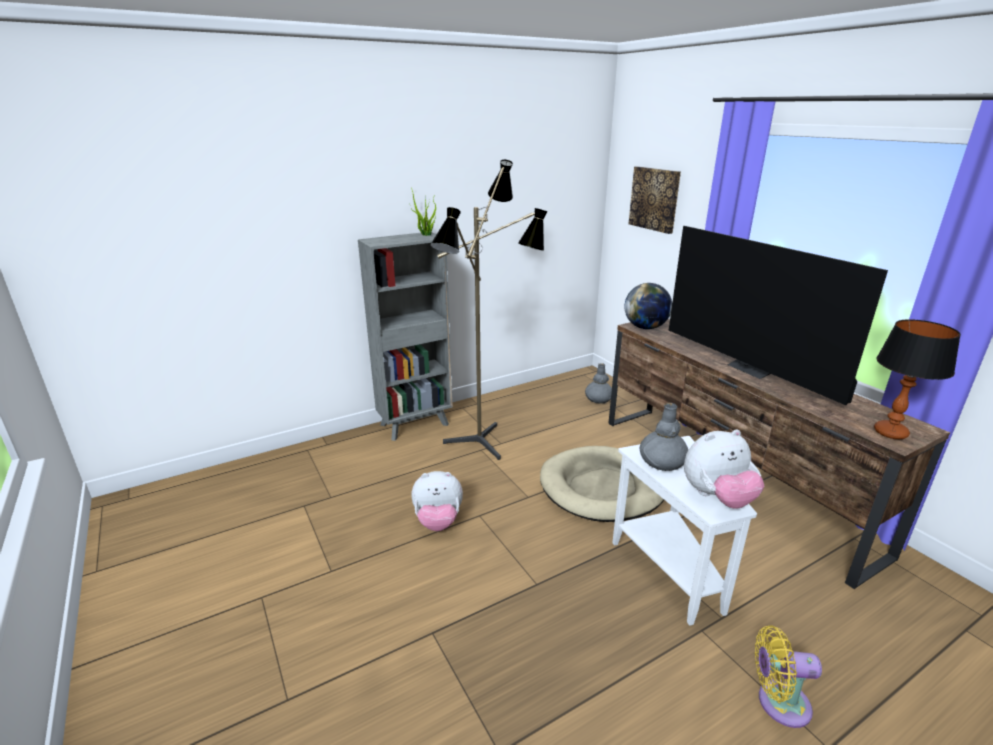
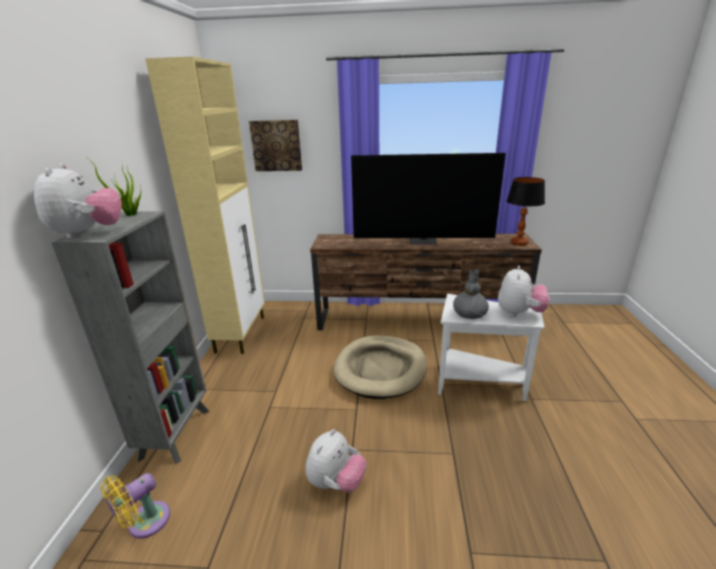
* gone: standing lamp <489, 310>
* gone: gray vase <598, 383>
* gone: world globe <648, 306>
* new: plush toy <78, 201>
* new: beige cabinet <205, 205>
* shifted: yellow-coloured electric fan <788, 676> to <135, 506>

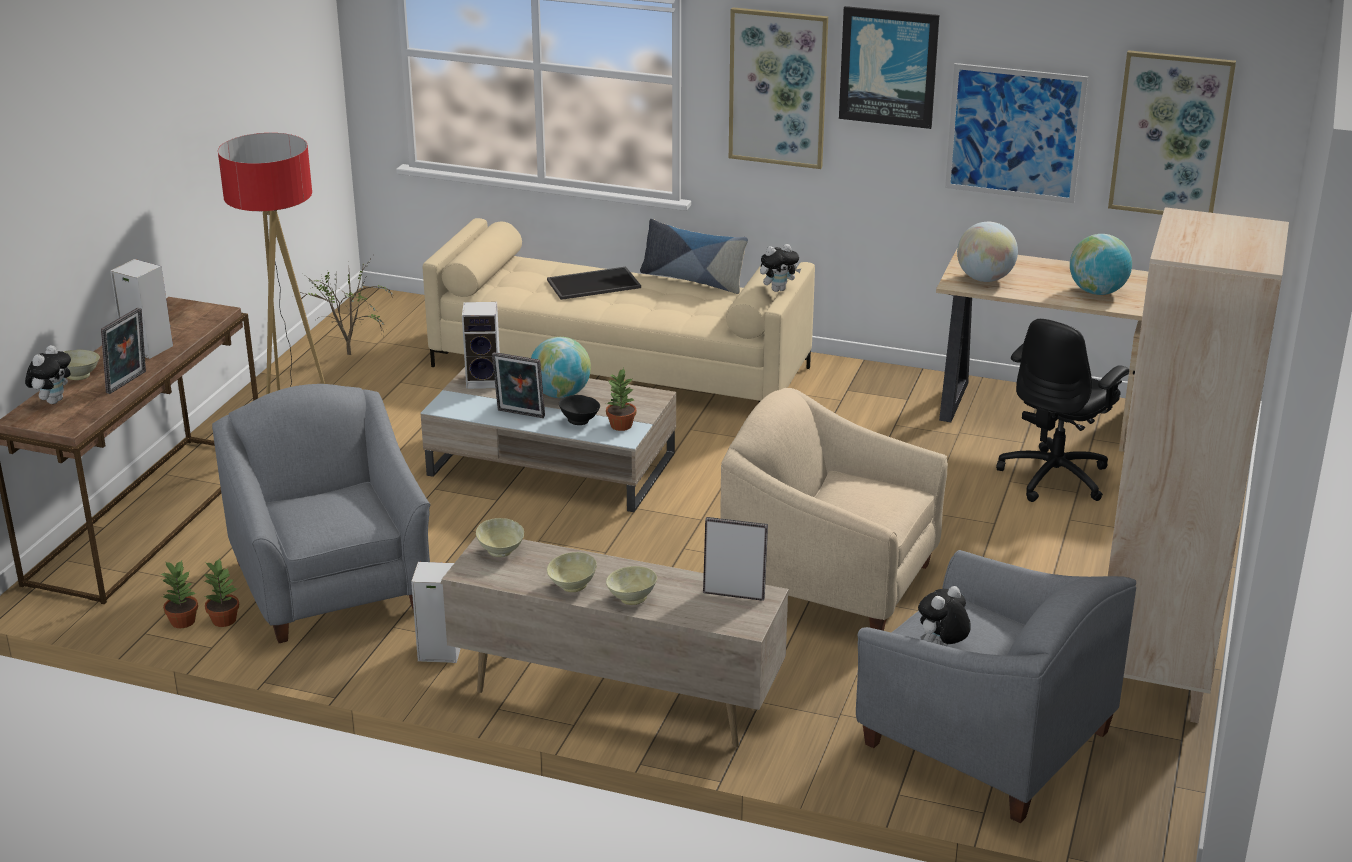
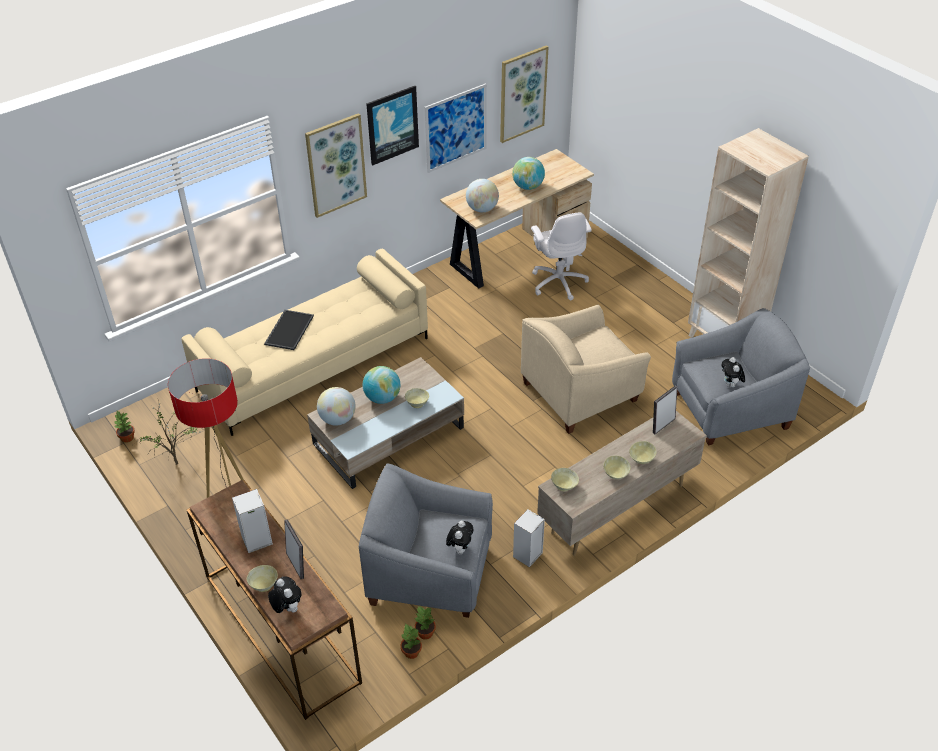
* gone: standing frame <518, 385>
* gone: pillow <694, 256>
* shifted: houseplant <621, 399> to <124, 427>
* shifted: plush toy <780, 268> to <459, 537>
* swapped: loudspeaker <481, 345> to world globe <336, 406>
* repainted: black bowl <579, 410> to beige bowl <417, 398>
* repainted: black desk chair <1062, 410> to whitish desk chair <561, 257>

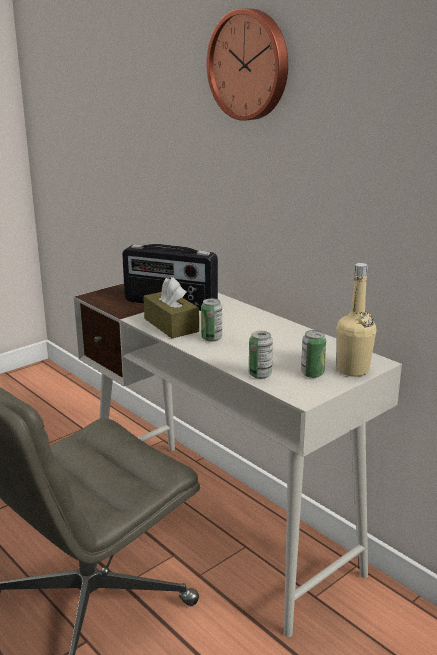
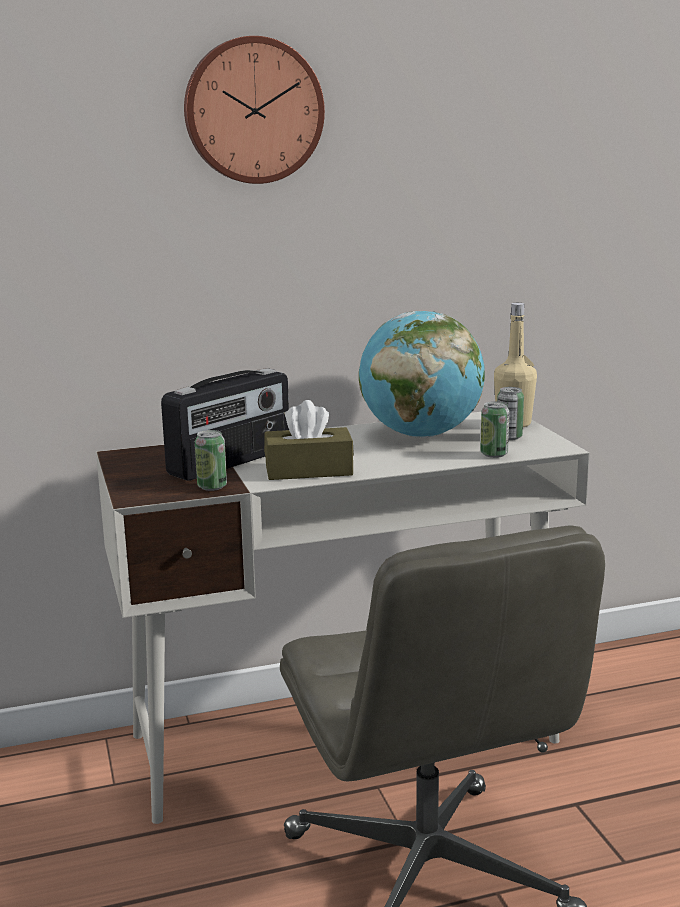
* new: world globe <422, 374>
* shifted: metal can <211, 320> to <211, 460>

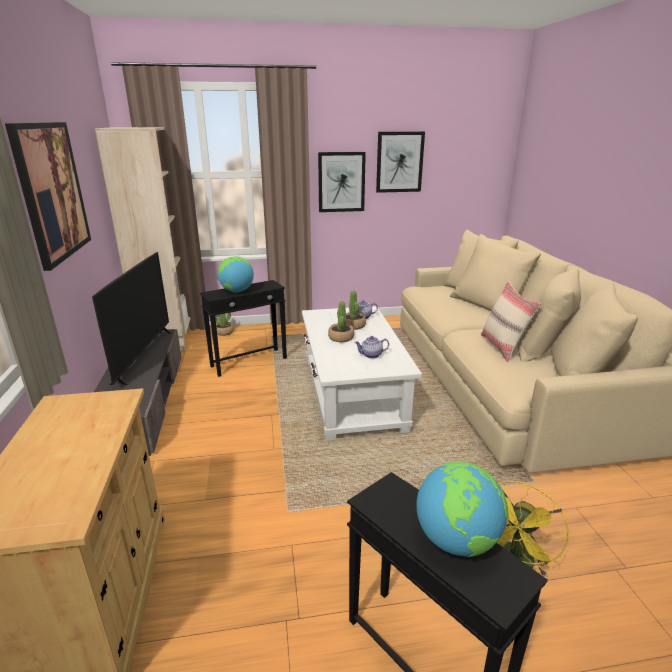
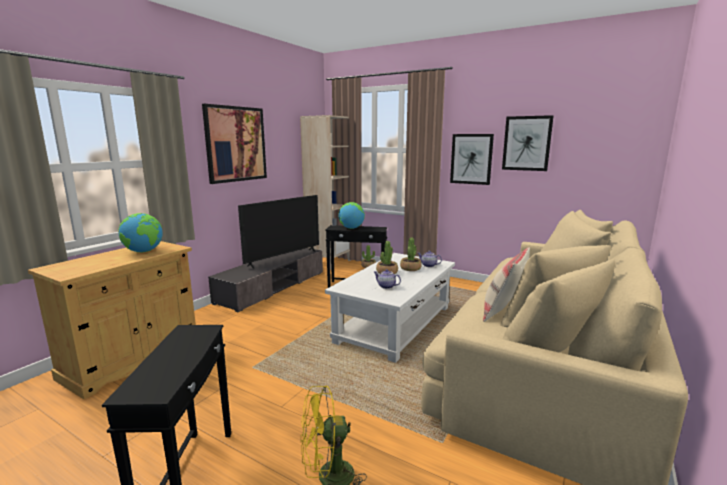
* shifted: world globe <462, 509> to <141, 232>

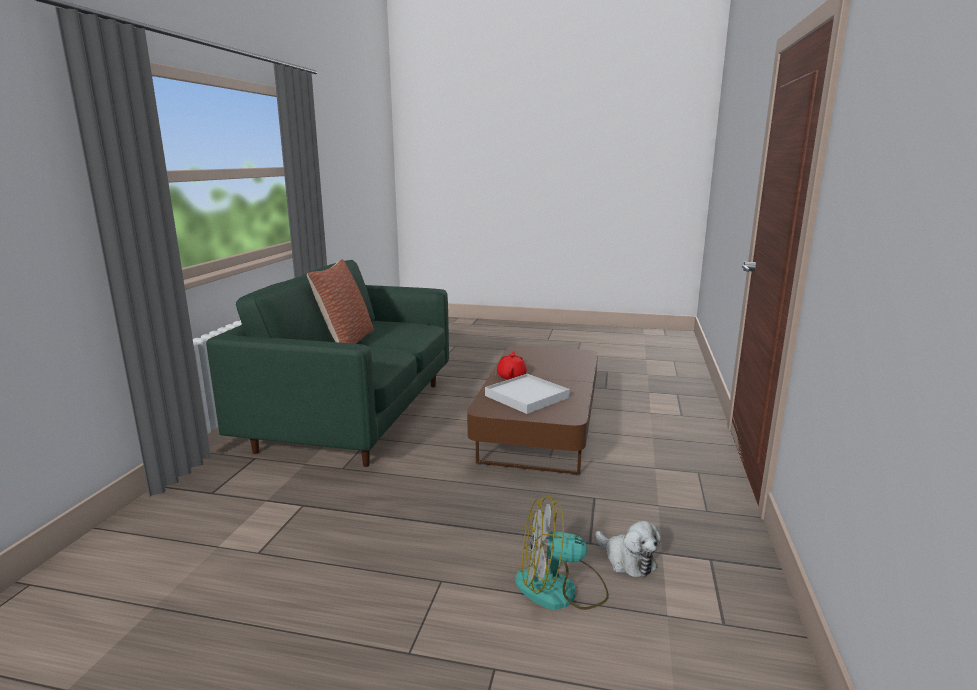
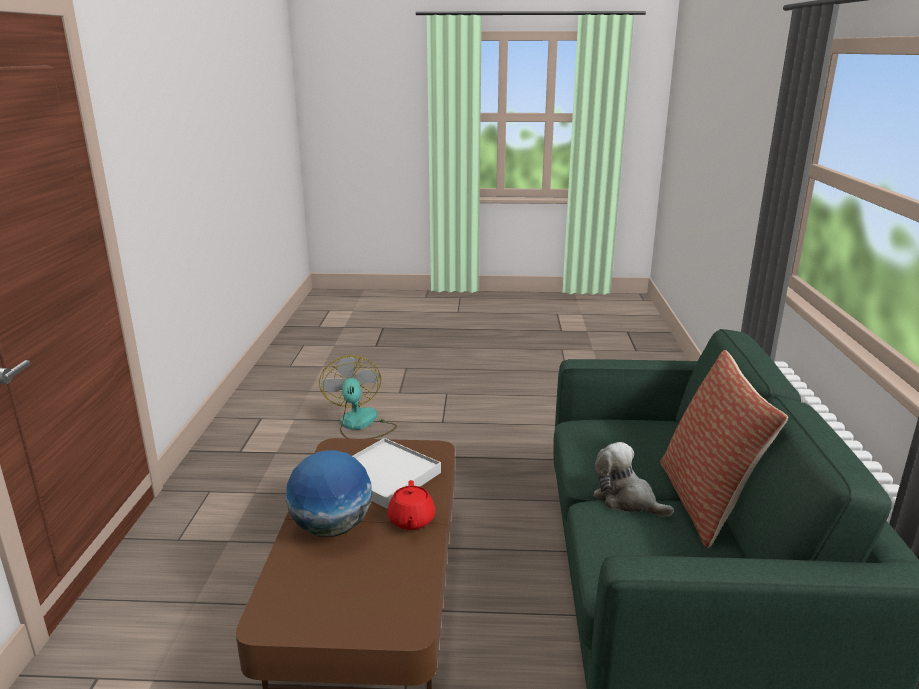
* new: world globe <329, 493>
* shifted: plush toy <628, 549> to <633, 479>
* rotated: electric fan <562, 552> = <358, 397> 90 degrees counterclockwise

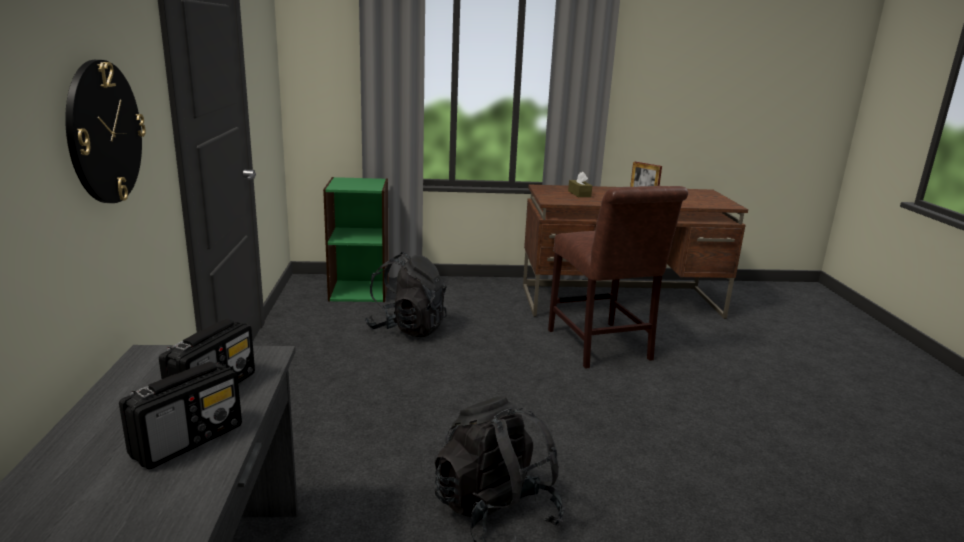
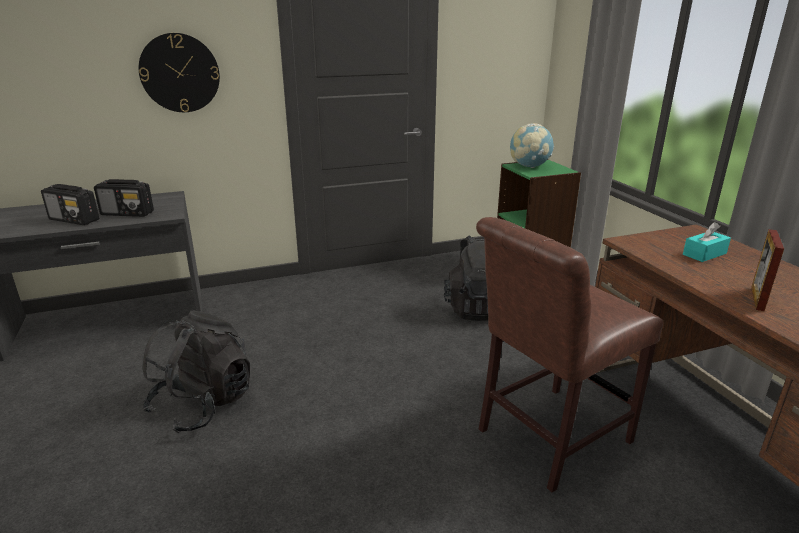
* new: world globe <532, 145>
* repainted: brown-coloured box of tissues <580, 184> to turquoise box of tissues <707, 242>

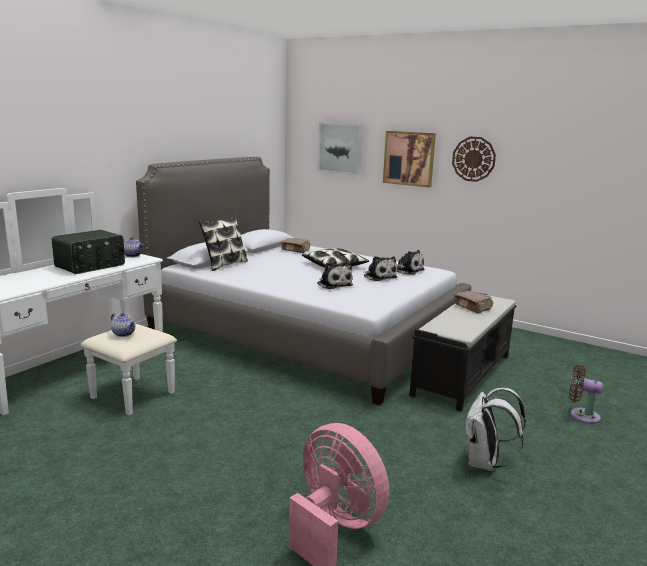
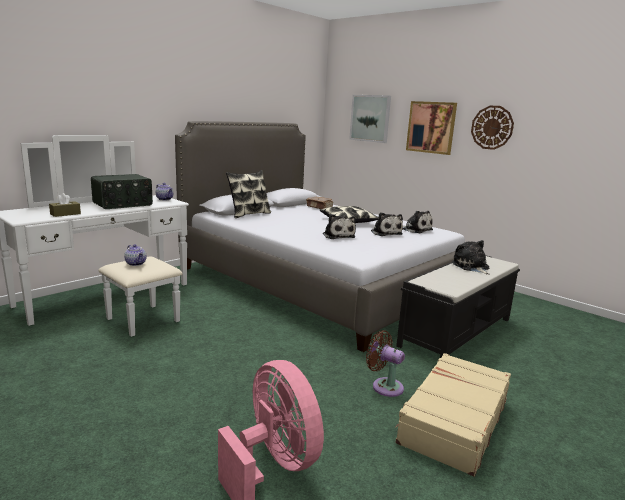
* new: brown-coloured box of tissues <65, 205>
* shifted: brown-coloured electric fan <586, 394> to <385, 363>
* swapped: brown-coloured bound book <473, 302> to plush toy <471, 257>
* swapped: whitish rucksack <495, 429> to beige piece of luggage <453, 415>

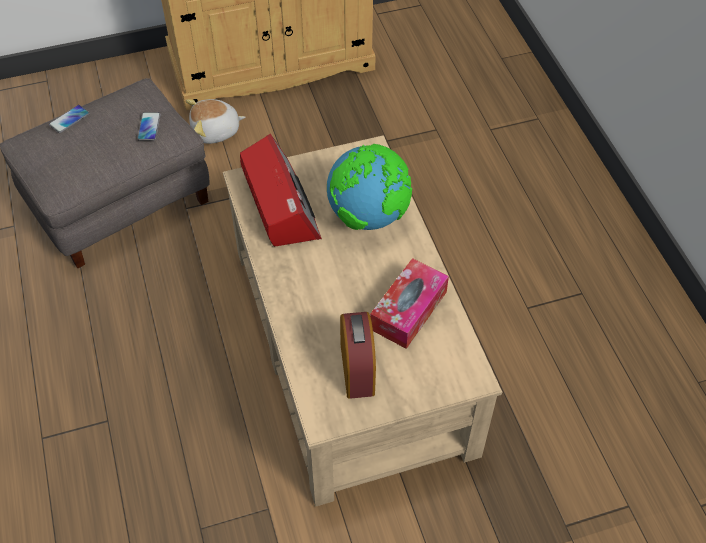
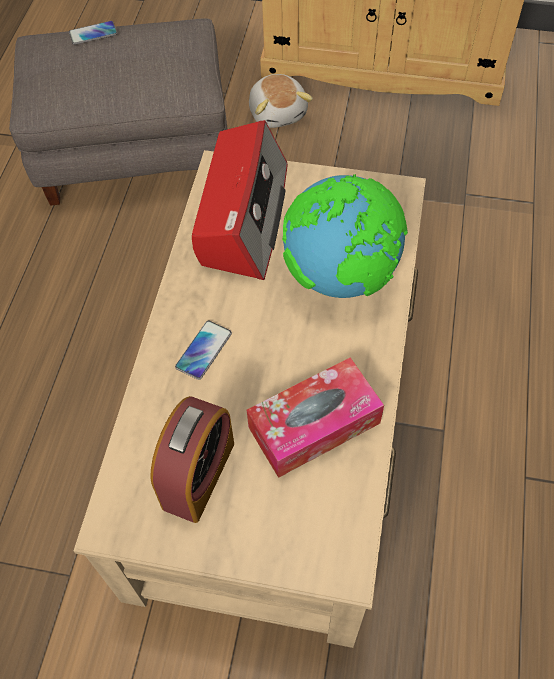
* shifted: phone <149, 126> to <203, 350>
* rotated: plush toy <215, 121> = <281, 101> 120 degrees counterclockwise

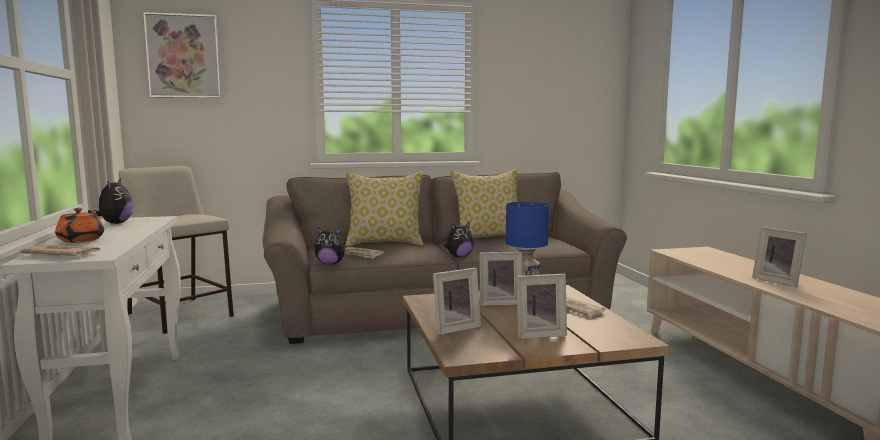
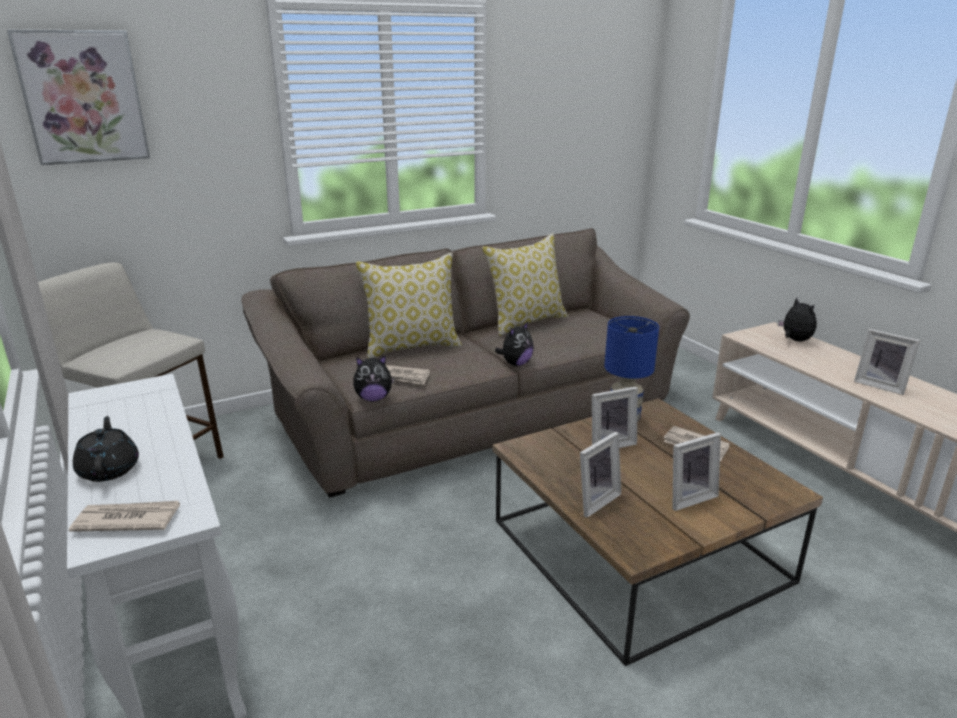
* shifted: plush toy <110, 201> to <797, 319>
* repainted: orangey tea pot <79, 225> to black tea pot <106, 449>

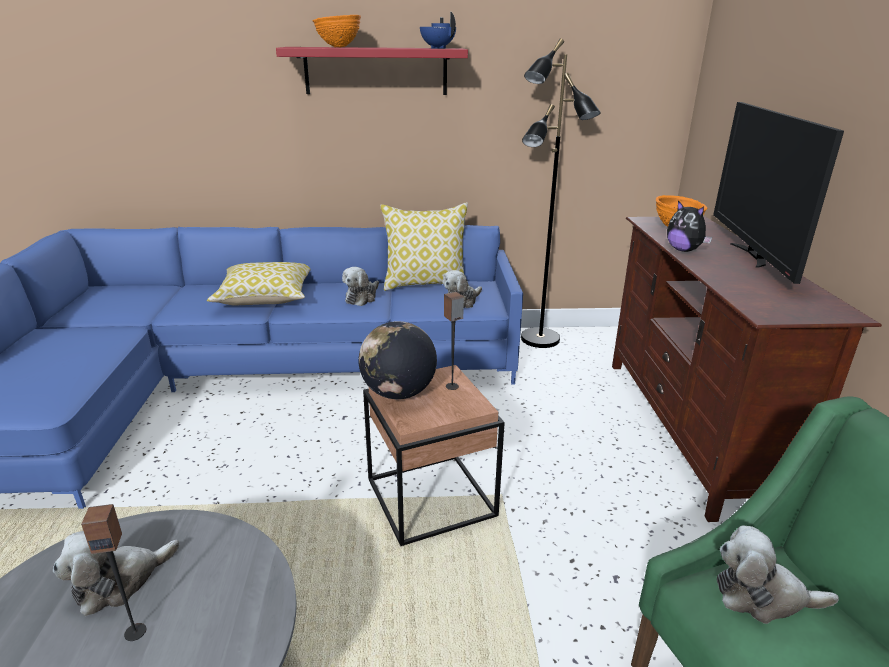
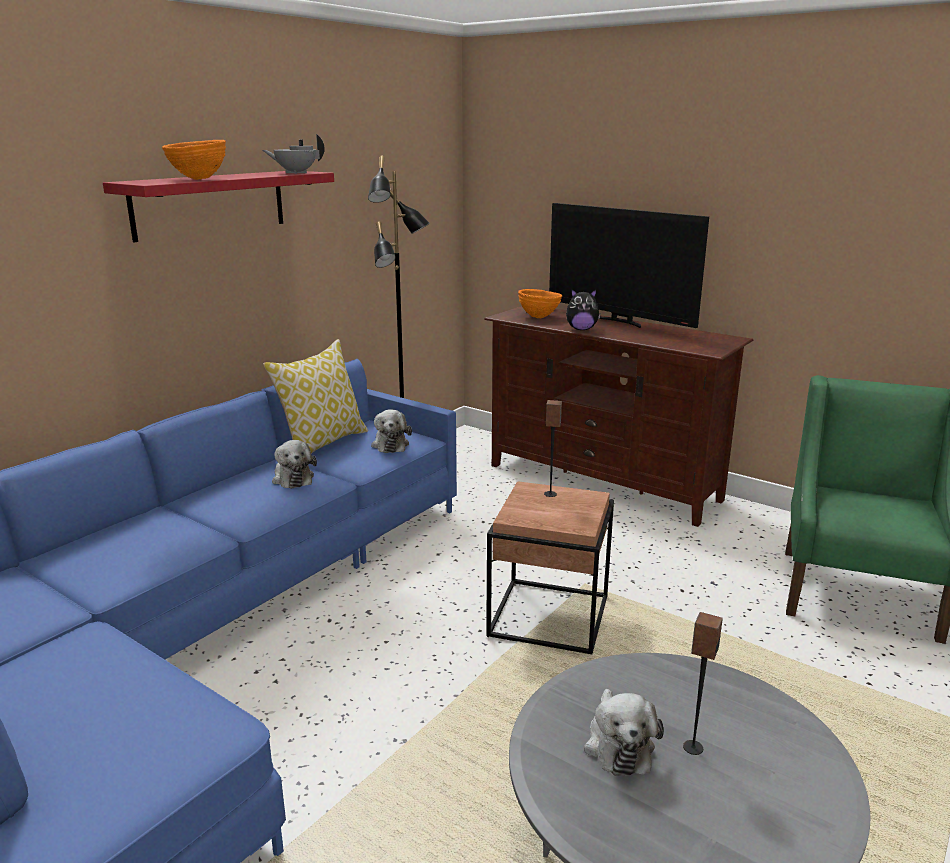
* gone: pillow <258, 283>
* gone: world globe <398, 360>
* gone: plush toy <778, 574>
* repainted: blue tea pot <438, 30> to gray tea pot <294, 154>

